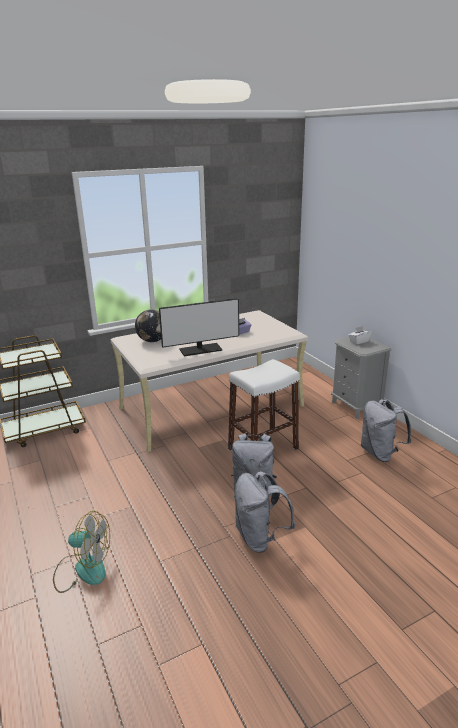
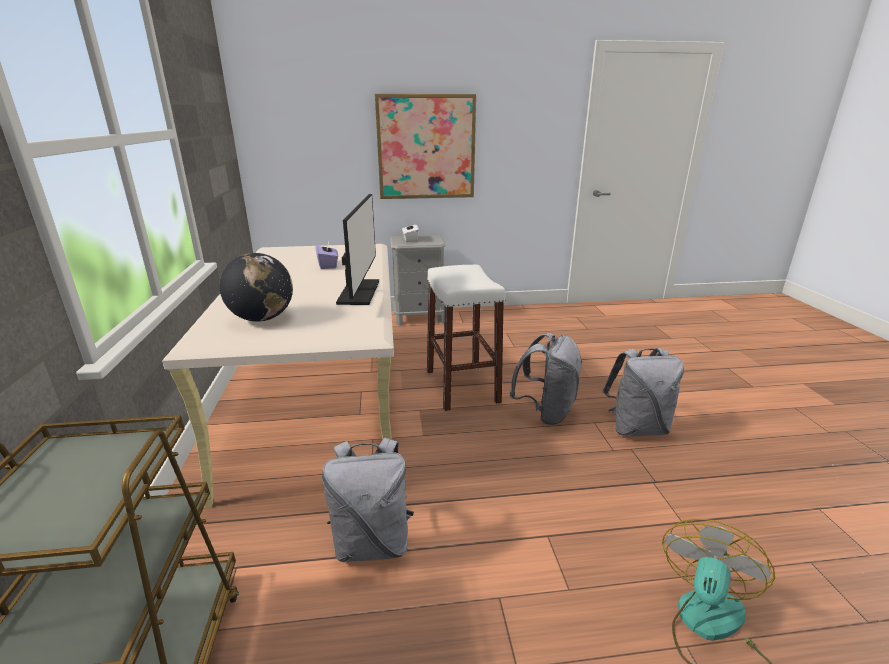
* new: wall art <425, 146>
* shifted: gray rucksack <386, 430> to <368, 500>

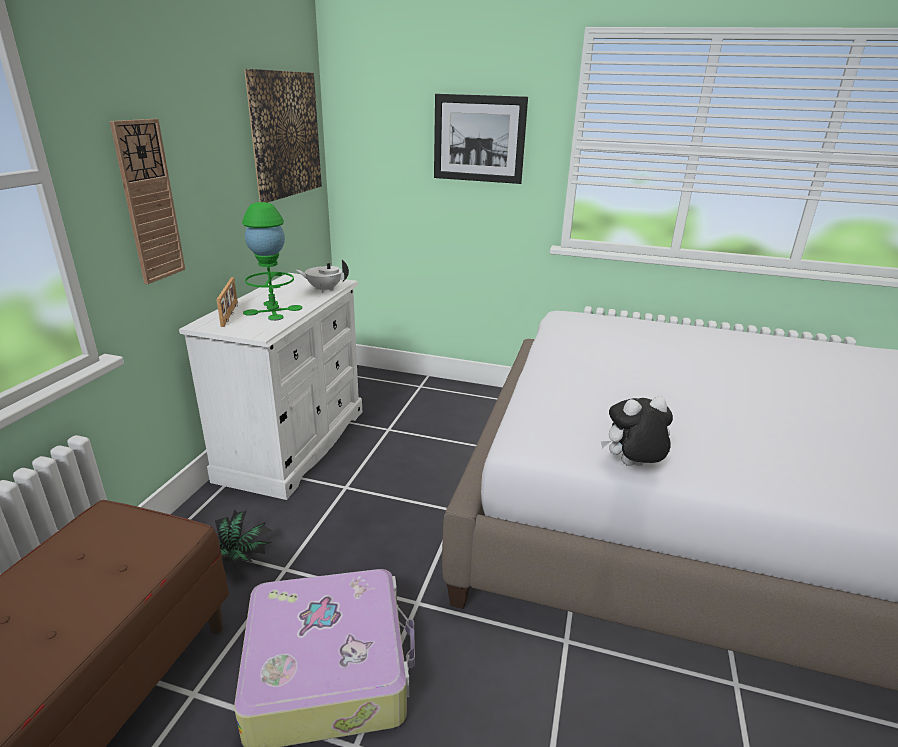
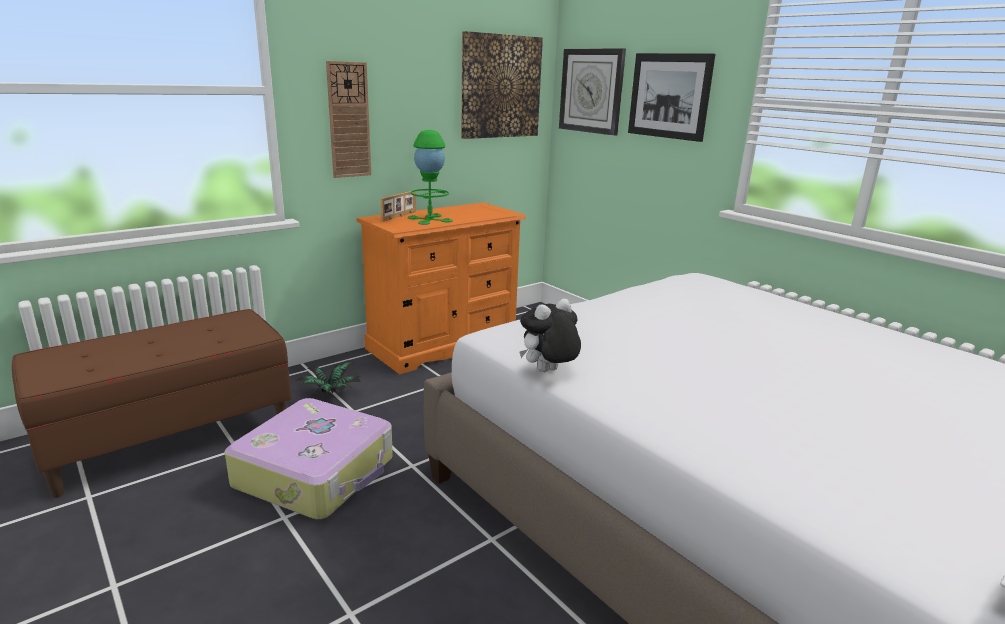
* gone: whitish tea pot <322, 276>
* new: hanging clock <592, 92>
* repainted: whitish chest of drawers <270, 386> to orangey chest of drawers <441, 288>
* rotated: plush toy <637, 431> = <550, 335> 60 degrees counterclockwise

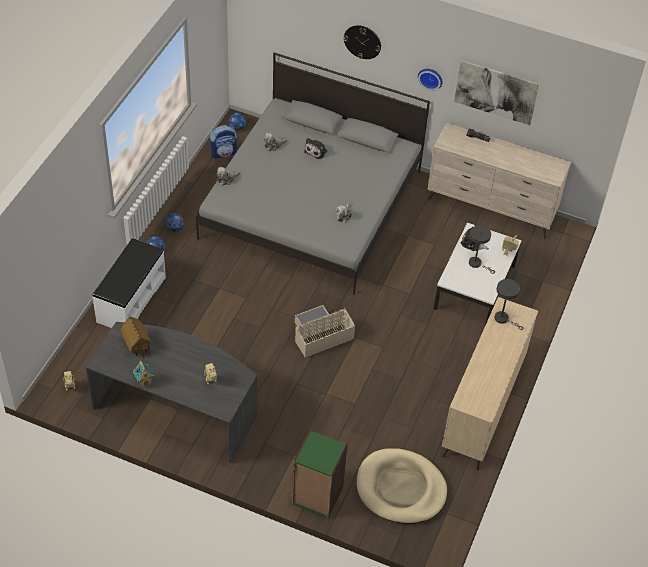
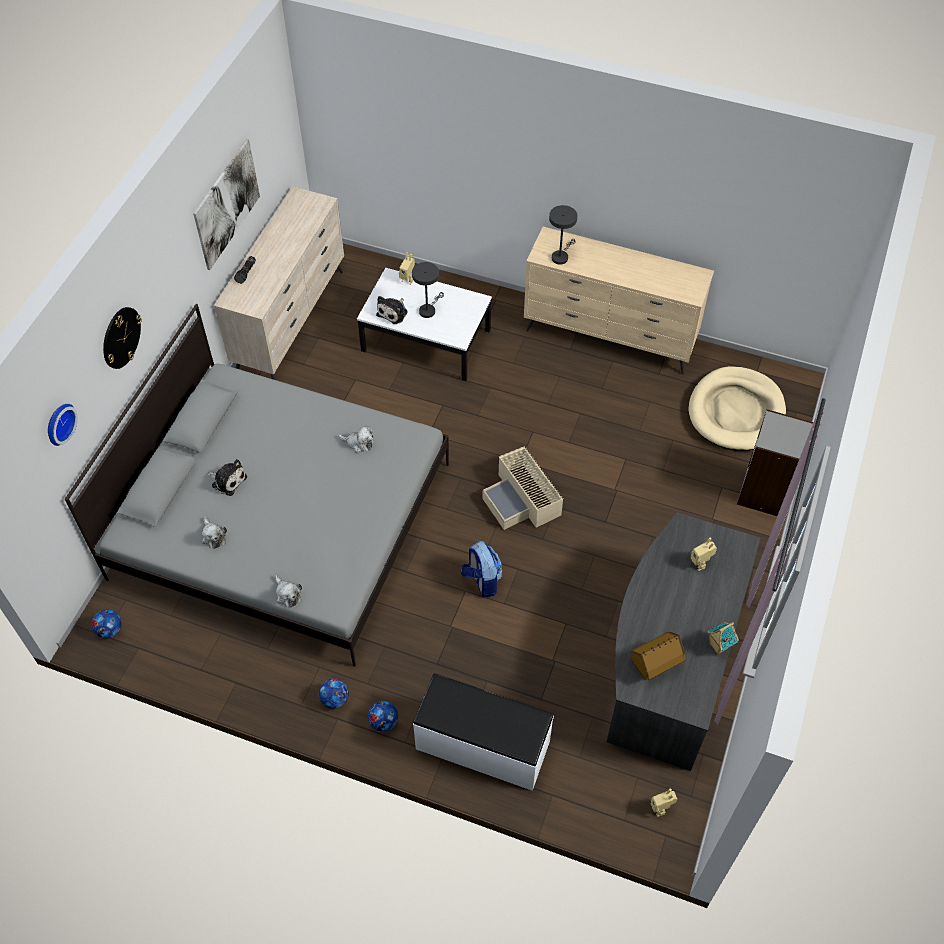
* shifted: rucksack <223, 142> to <481, 569>
* shifted: hanging clock <430, 79> to <63, 425>
* repainted: green-coloured bookshelf <320, 474> to gray bookshelf <775, 462>

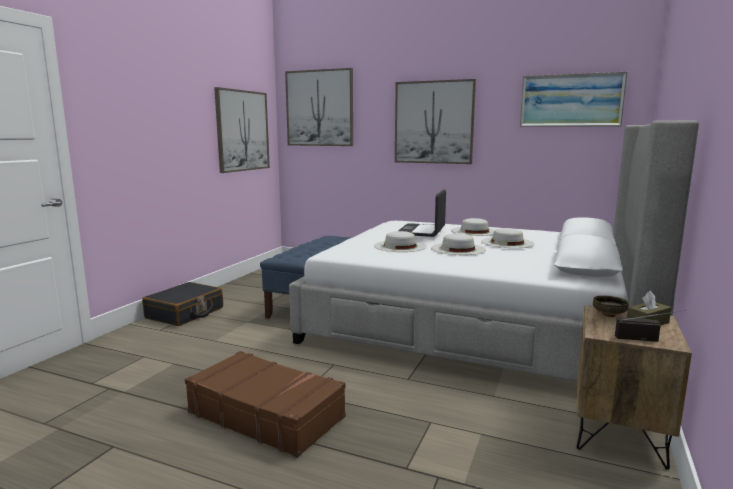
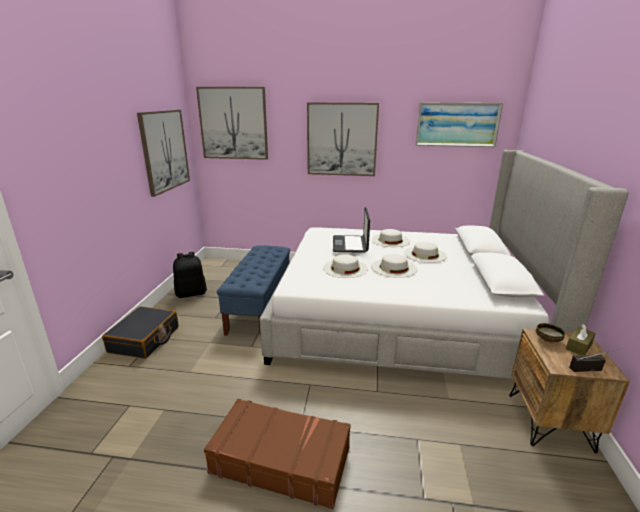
* new: black rucksack <190, 275>

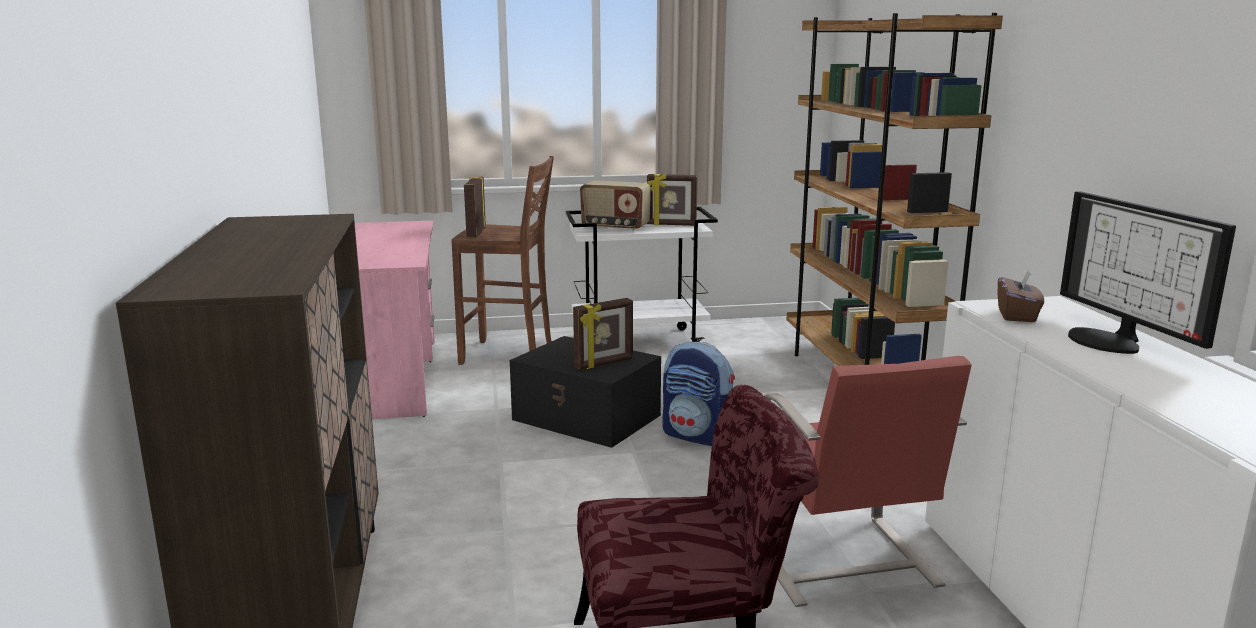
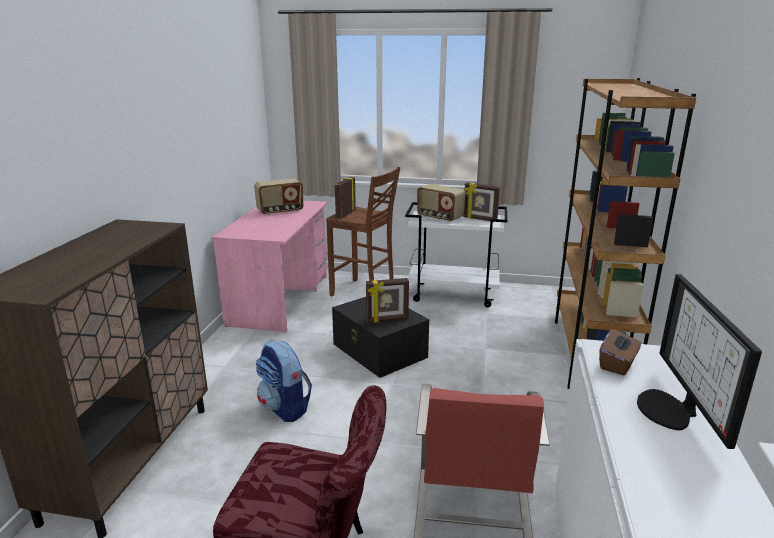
* new: radio receiver <278, 196>
* shifted: rucksack <698, 394> to <283, 381>

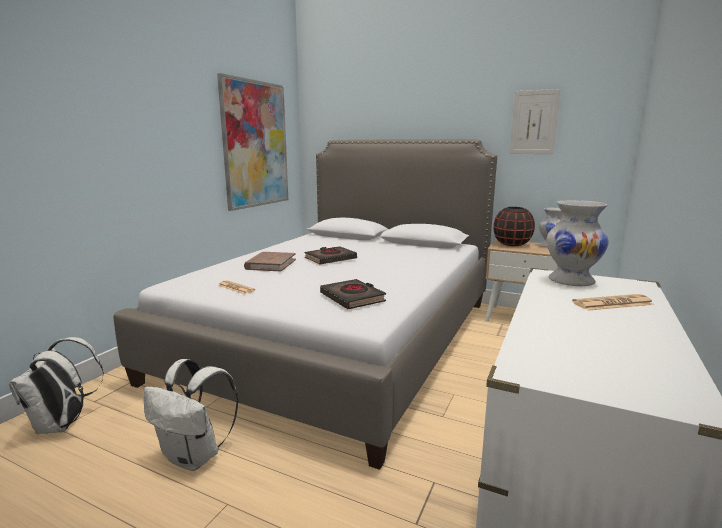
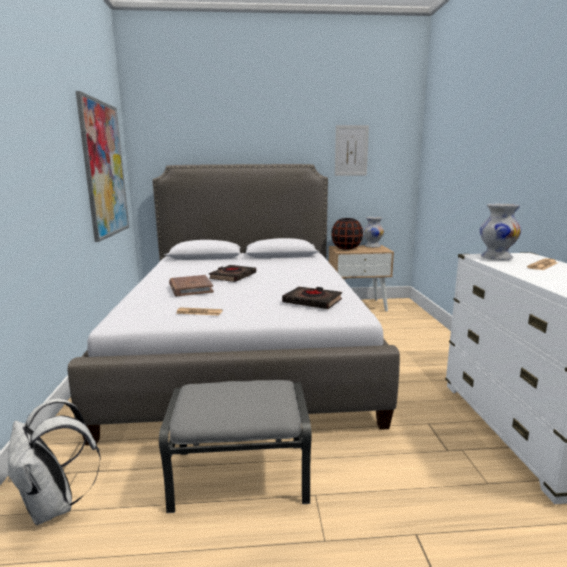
* swapped: whitish rucksack <191, 415> to gray pouffe <235, 446>

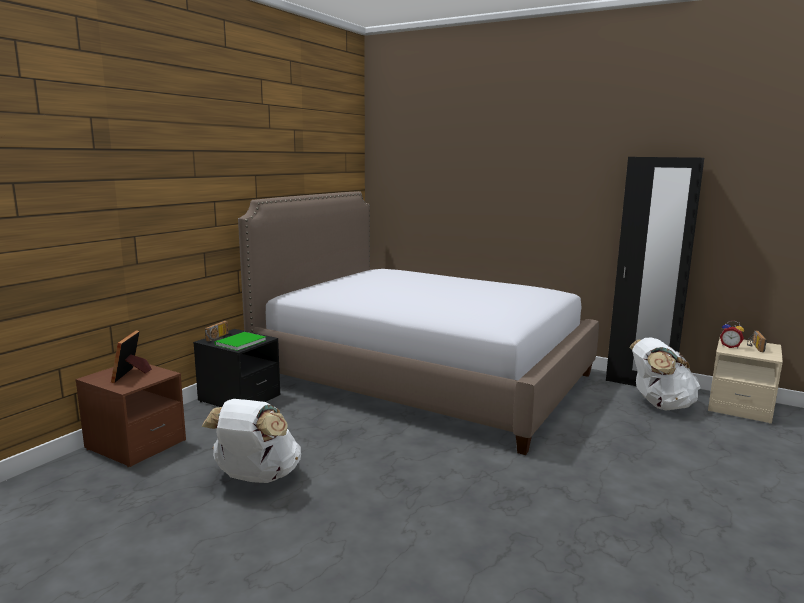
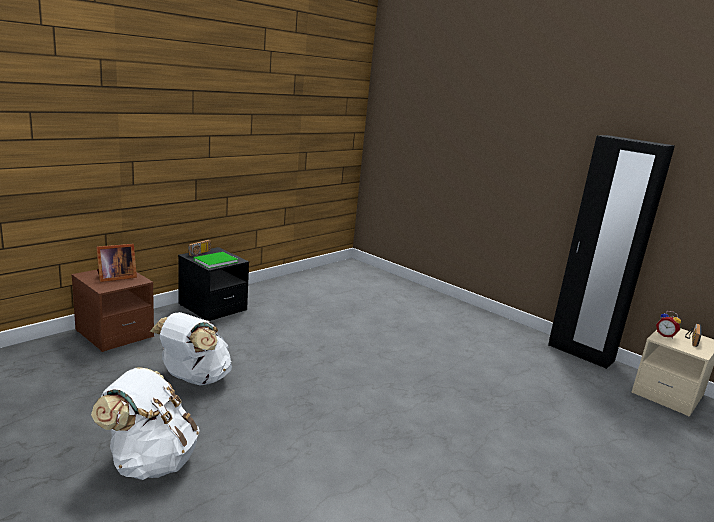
* gone: sleeping bed <418, 323>
* shifted: whitish rucksack <665, 374> to <145, 423>
* rotated: standing frame <131, 356> = <116, 263> 135 degrees counterclockwise

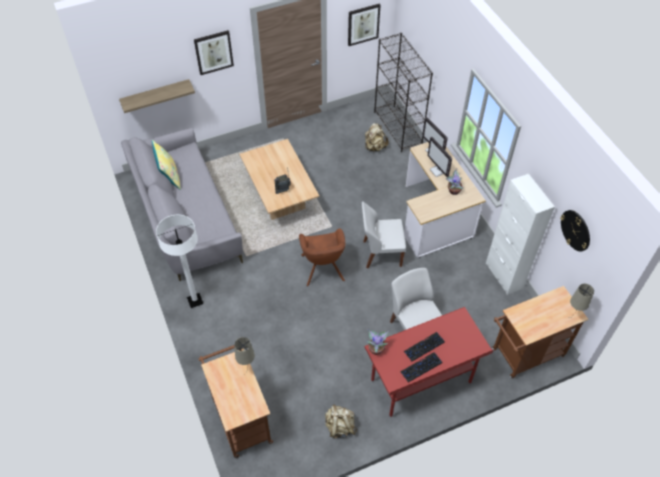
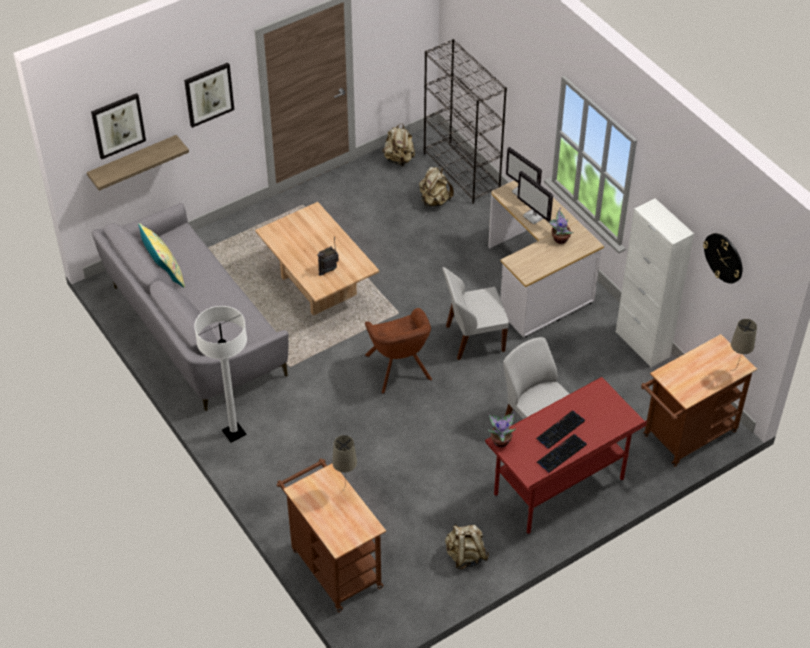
* new: beige rucksack <398, 145>
* shifted: wall art <364, 25> to <118, 126>

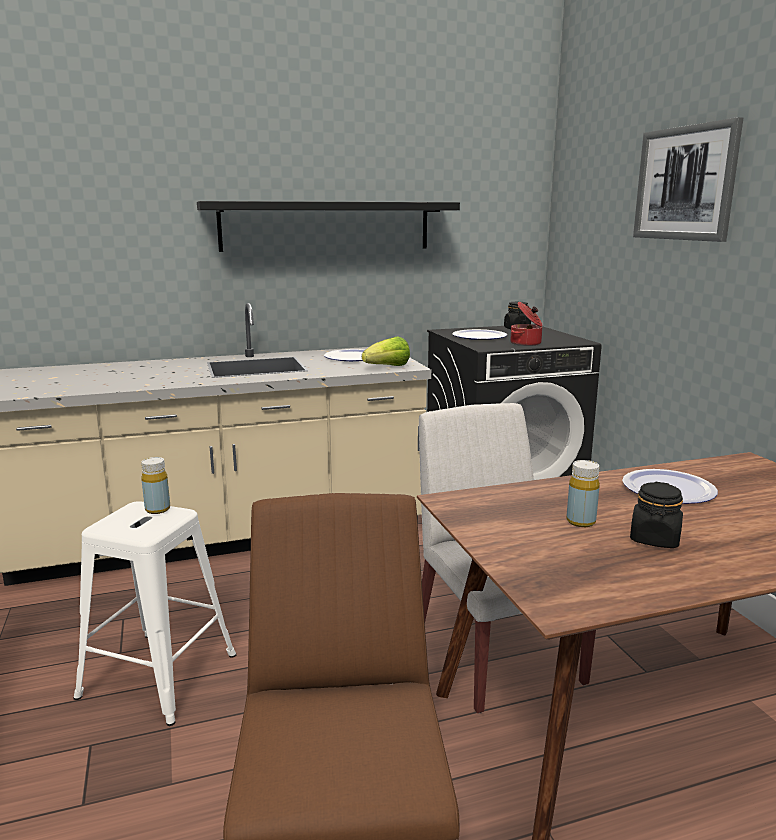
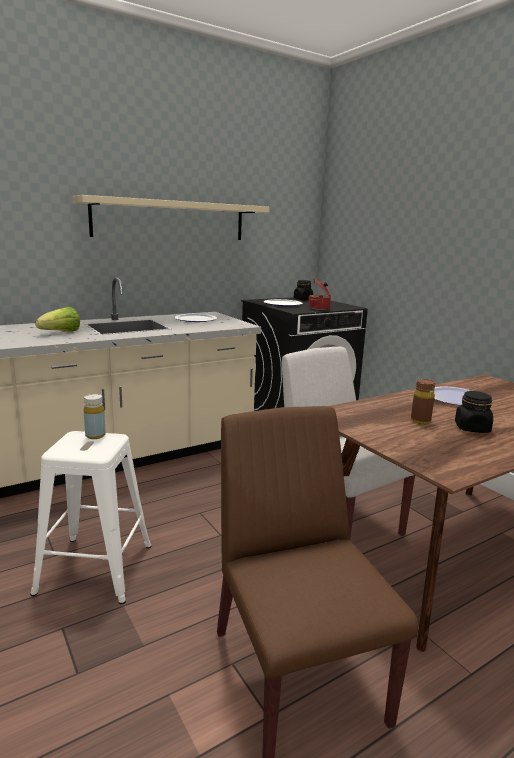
* gone: wall art <688, 179>
* shifted: lettuce head <386, 351> to <57, 319>
* repainted: black bracket shelf <328, 226> to beige bracket shelf <171, 217>
* repainted: yellow-coloured drink bottle <583, 493> to brown-coloured drink bottle <423, 402>

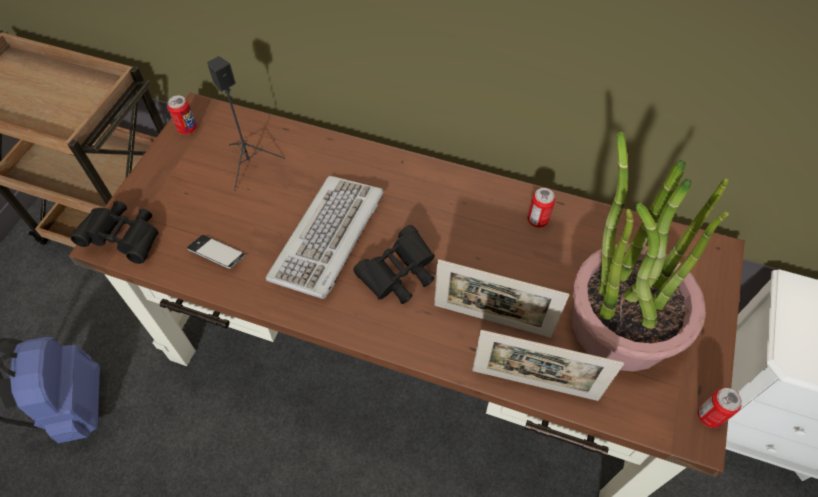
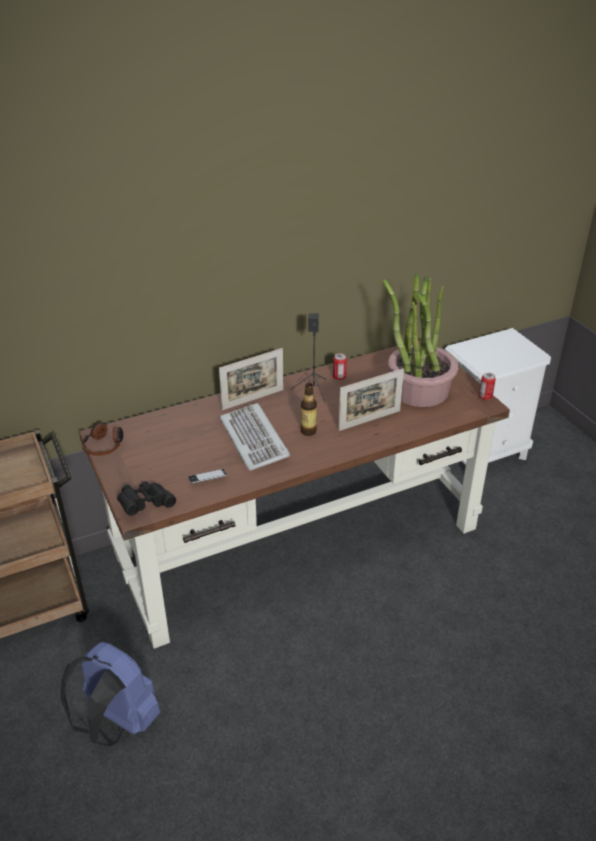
* shifted: black loudspeaker <246, 123> to <308, 357>
* shifted: standing frame <548, 365> to <251, 379>
* swapped: metal can <182, 114> to headphones <102, 439>
* swapped: black binoculars <394, 264> to drink bottle <309, 409>

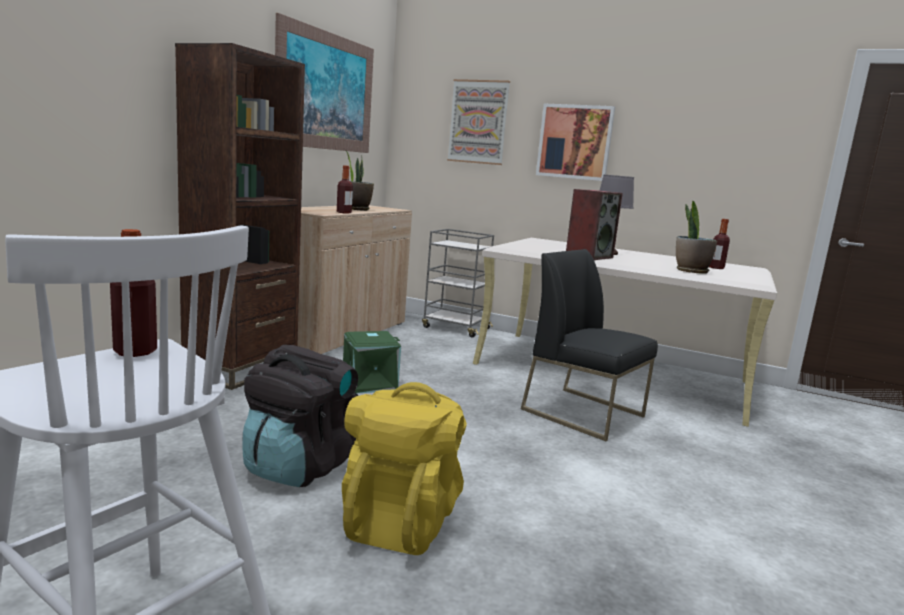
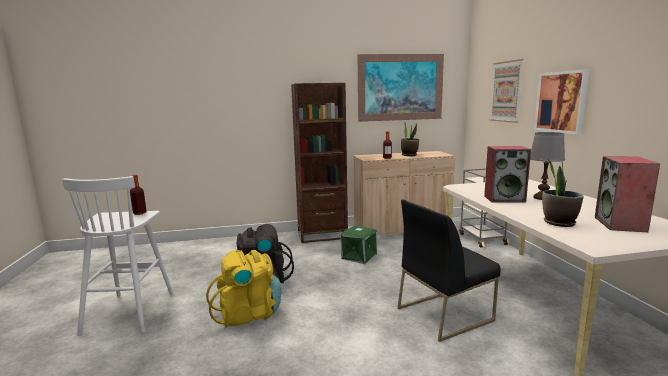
* swapped: drink bottle <719, 244> to loudspeaker <627, 194>
* rotated: black chair <589, 345> = <449, 271> 120 degrees counterclockwise

